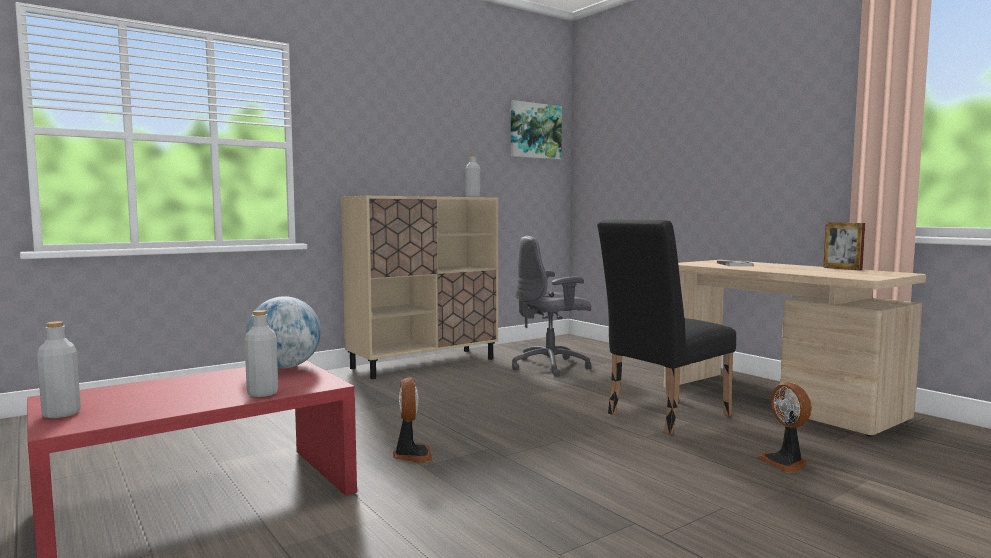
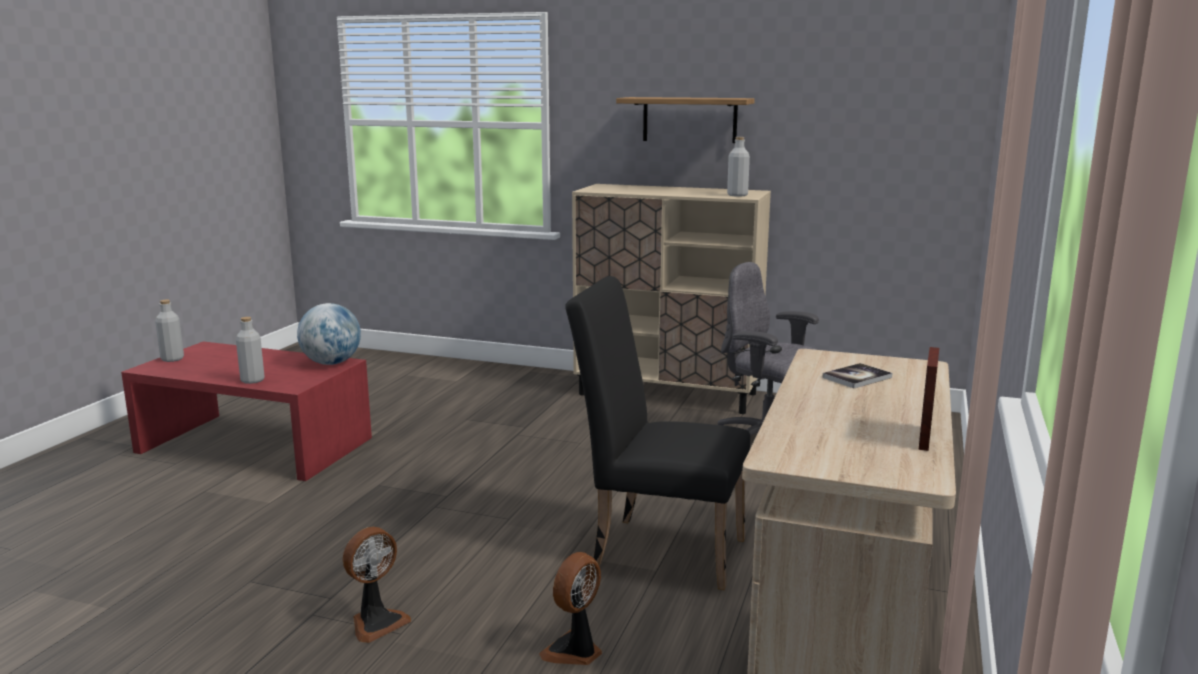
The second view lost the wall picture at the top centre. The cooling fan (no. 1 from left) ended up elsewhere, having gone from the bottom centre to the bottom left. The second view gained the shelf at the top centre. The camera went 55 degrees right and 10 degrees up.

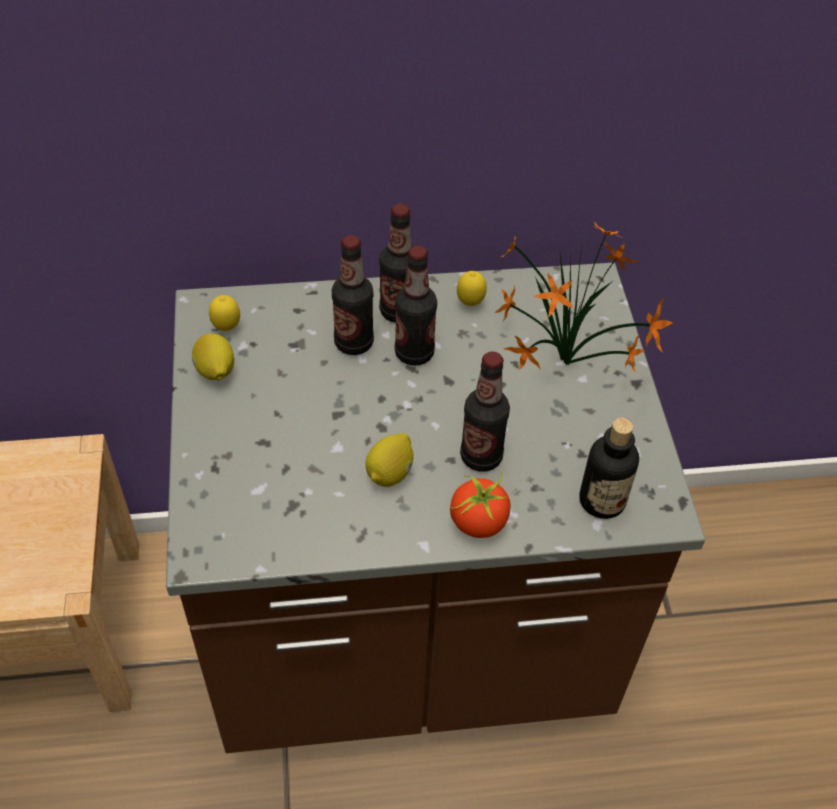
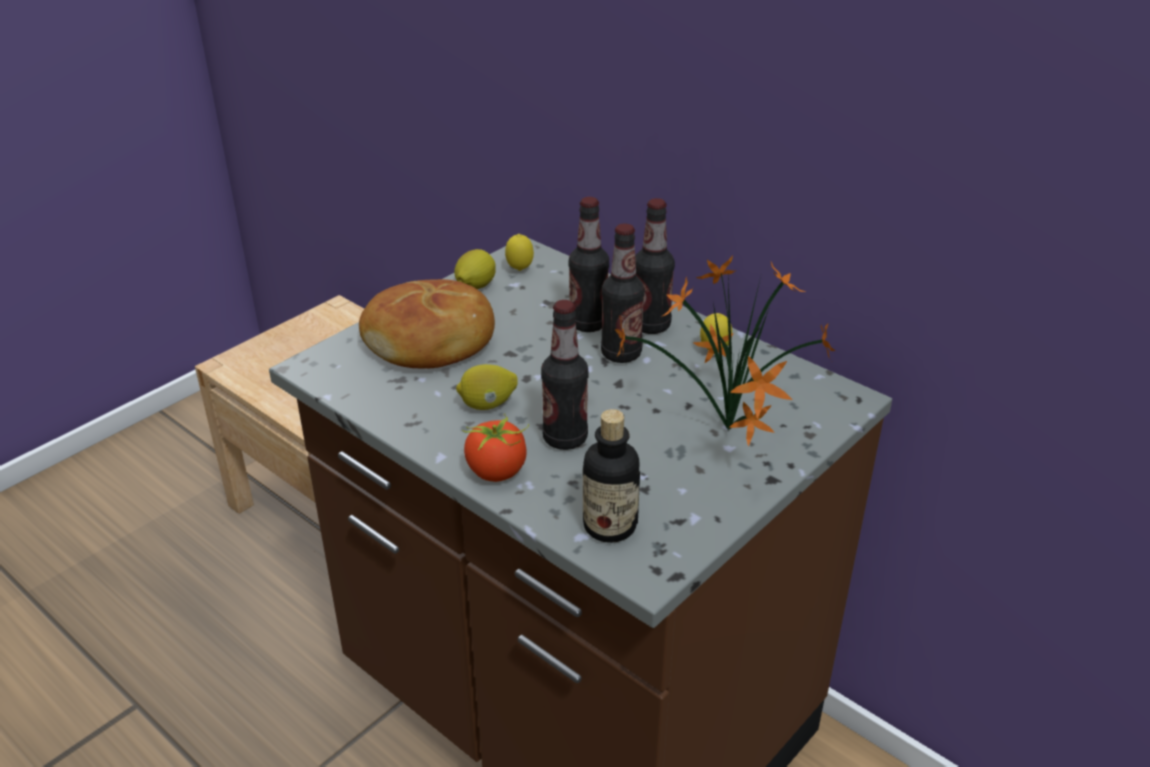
The second view gained the bakery bread at the centre. The camera went 50 degrees right and 15 degrees down.

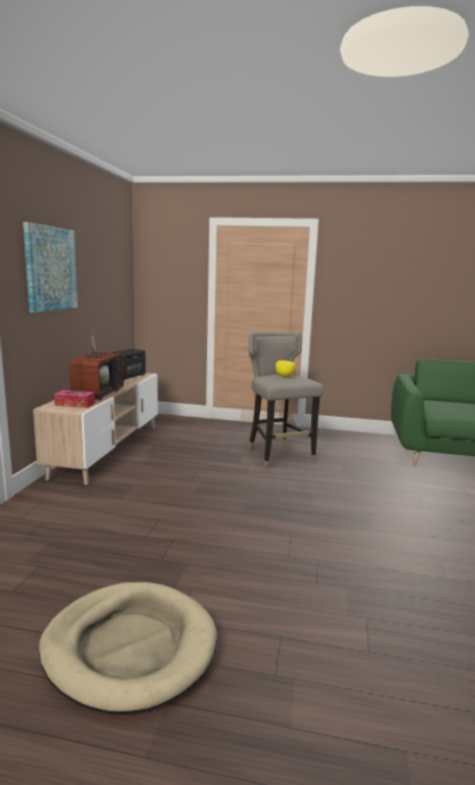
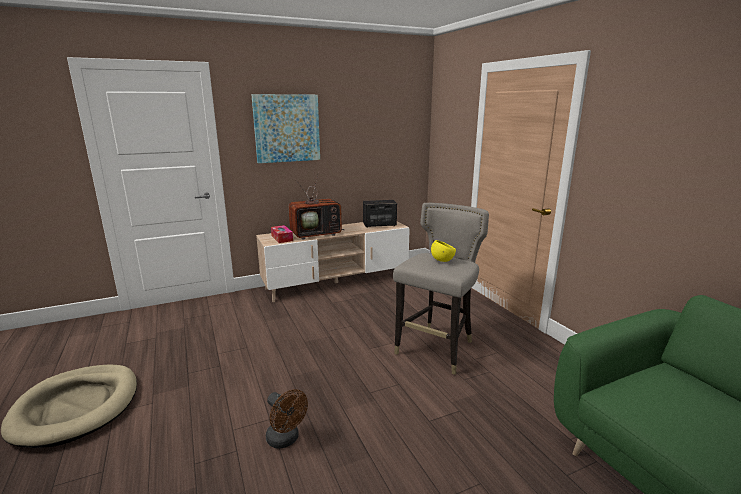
The second view gained the cooling fan in brown-coloured at the bottom centre. The camera went 55 degrees right and 5 degrees up.

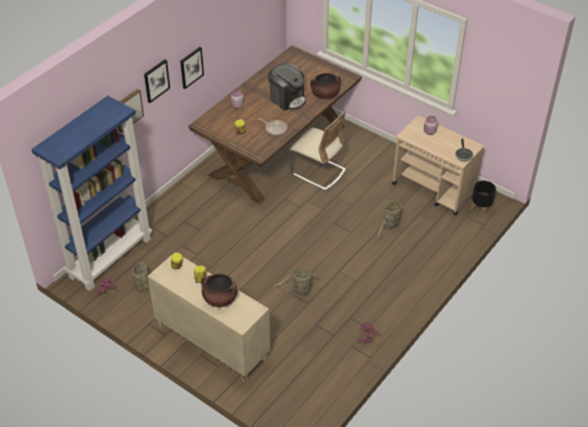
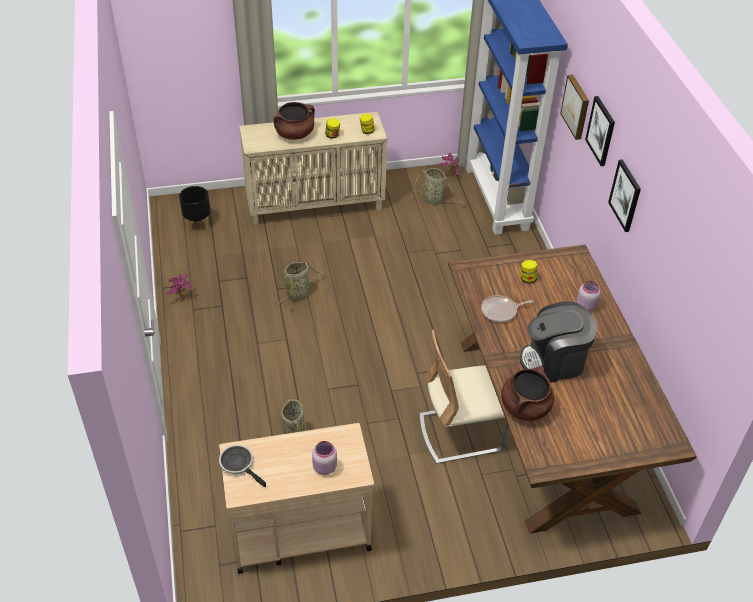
The plant pot in blackish ended up elsewhere, having gone from the middle right to the middle left. The camera went 130 degrees right and 0 degrees up.

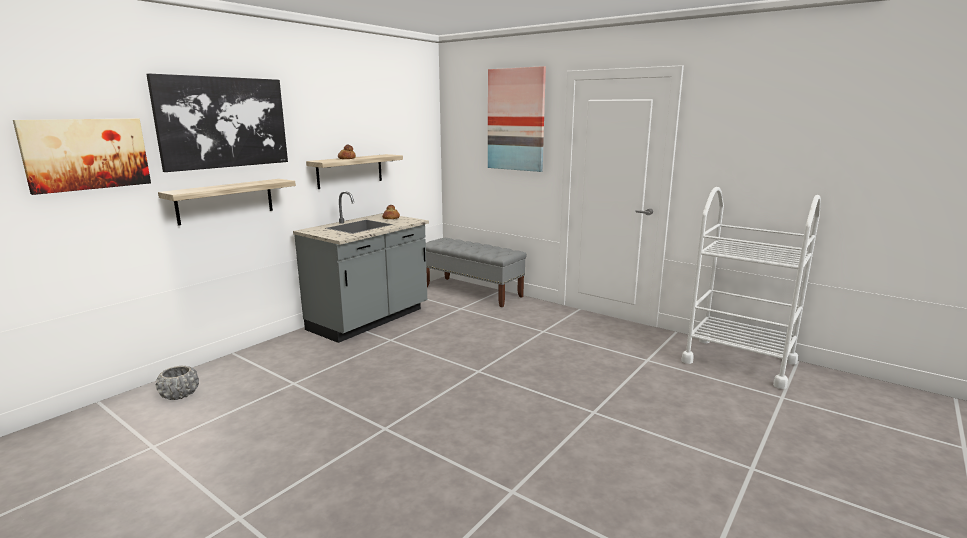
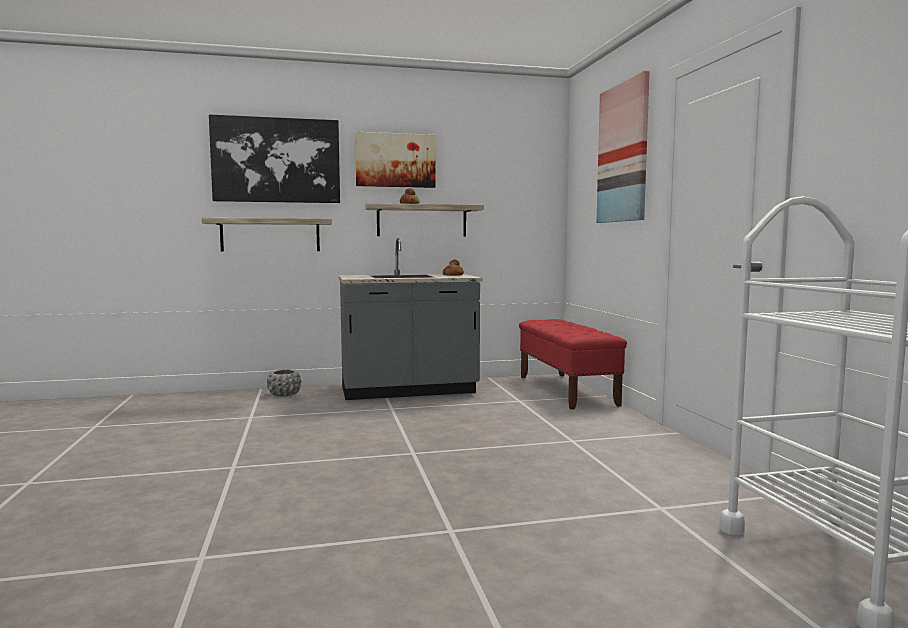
The wall picture (no. 1 from left in the first image) ended up elsewhere, having gone from the top left to the top centre. What was the bench in greyish at the centre turned into the bench in reddish at the centre. The plant pot in greyish ended up elsewhere, having gone from the bottom left to the middle left. The camera went 40 degrees right and 10 degrees down.

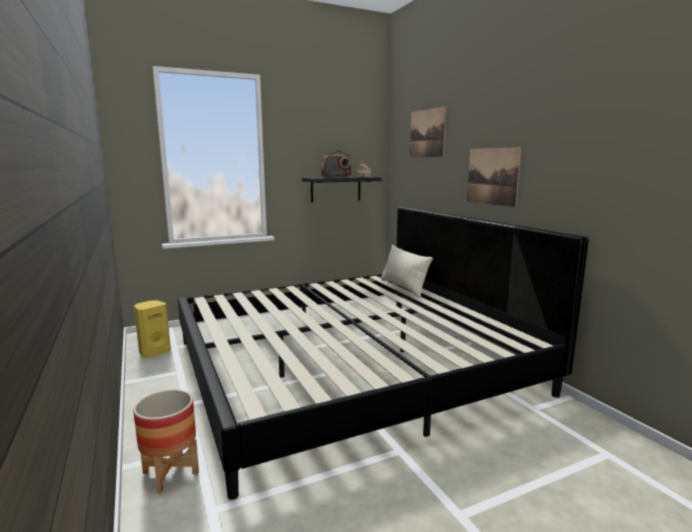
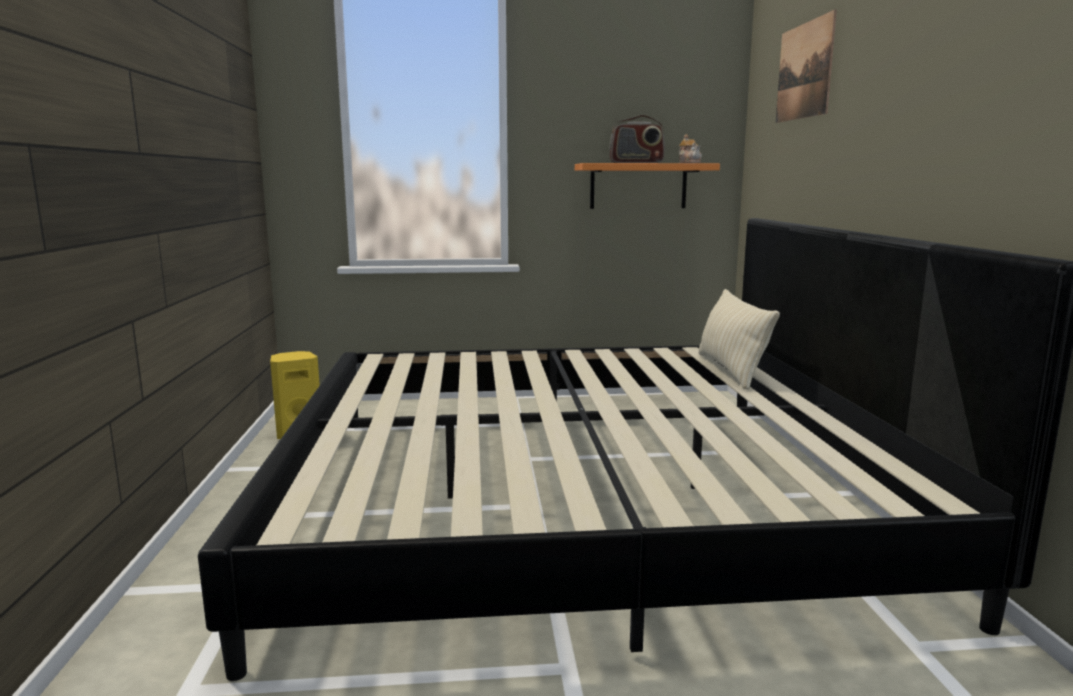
The second view lost the wall picture (no. 2 from left) at the top right. What was the shelf in blackish at the centre turned into the shelf in orange-coloured at the top centre. The second view lost the plant pot at the bottom left. The camera went 20 degrees right and 0 degrees up.

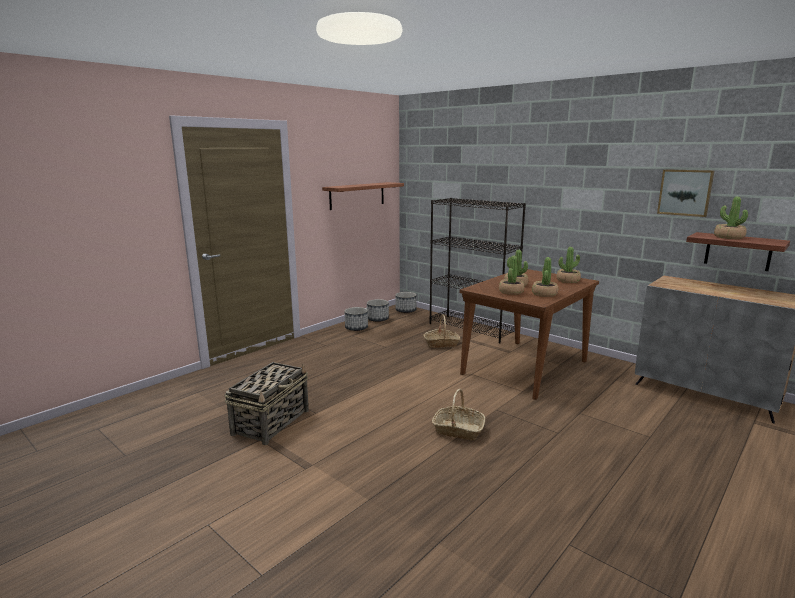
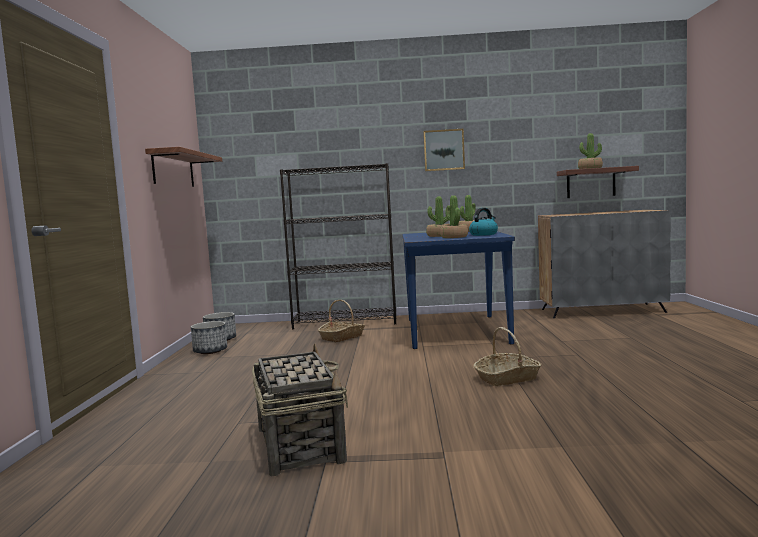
The wall picture ended up elsewhere, having gone from the top right to the top centre. Where the houseplant (no. 3 from left) stood at the middle right, the kettle came to stand at the centre. What was the dining table in brown-coloured at the centre turned into the dining table in blue at the centre. The second view lost the plant pot (no. 3 from left) at the centre. The camera went 40 degrees left and 10 degrees down.

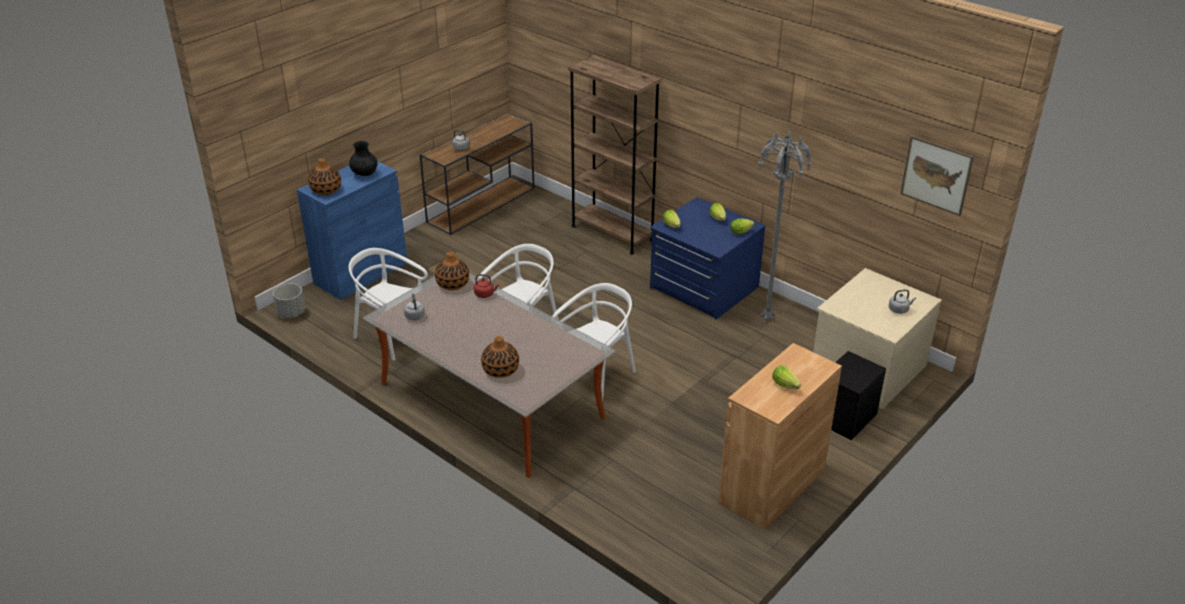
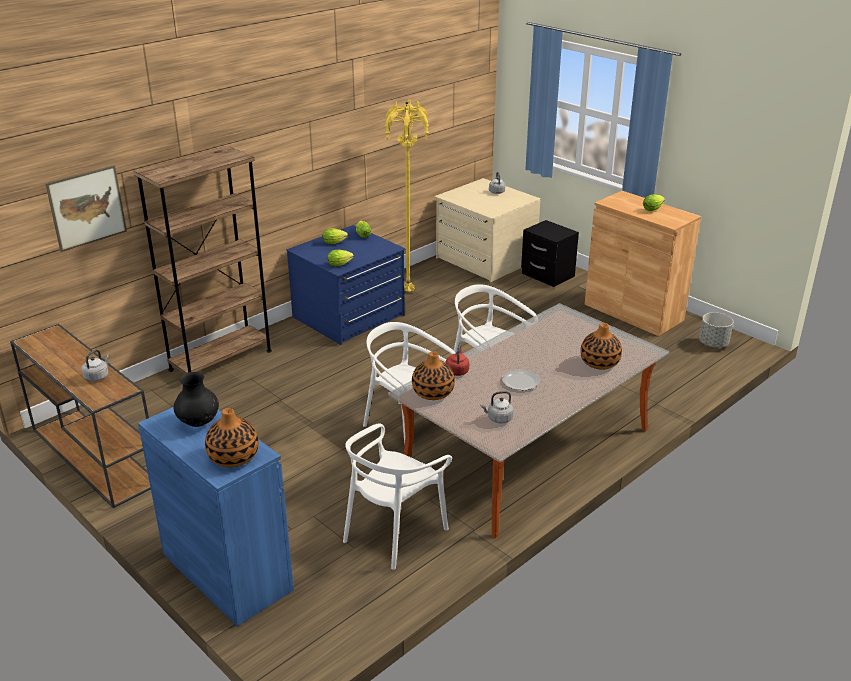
What was the standard lamp in greyish at the centre turned into the standard lamp in yellowish at the top centre. The wall picture ended up elsewhere, having gone from the top right to the top left. The plant pot in greyish ended up elsewhere, having gone from the middle left to the middle right. The second view gained the dinner plate at the centre. The camera went 85 degrees left and 5 degrees down.

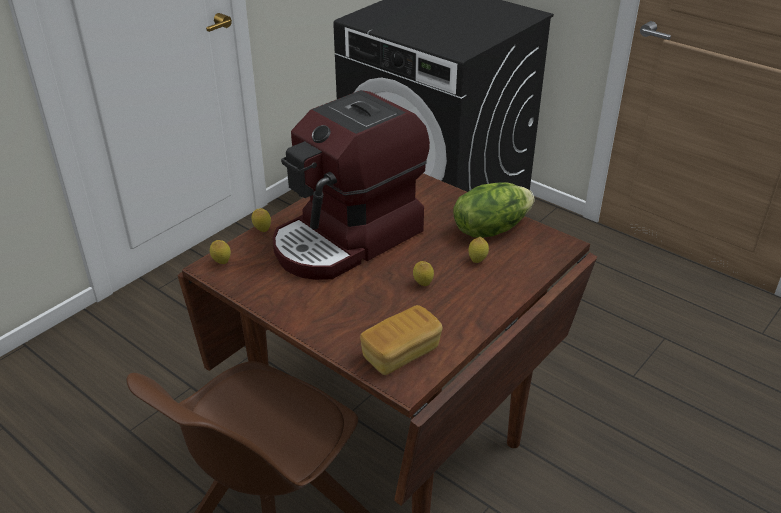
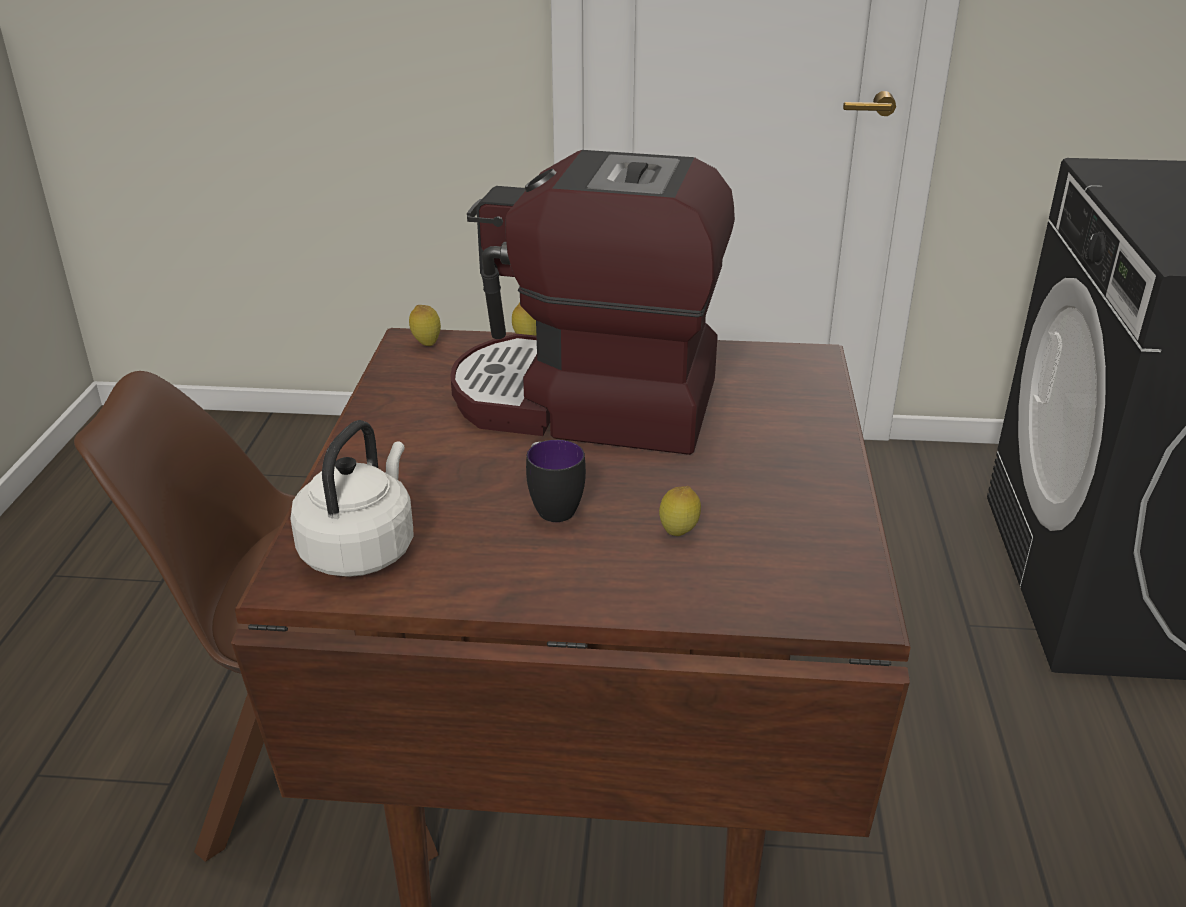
The second view lost the lettuce at the centre. Where the lemon (no. 3 from left) stood at the centre, the tea mug came to stand at the centre. Where the bakery bread stood at the centre, the kettle in white-coloured came to stand at the middle left. The camera went 55 degrees right and 5 degrees down.

